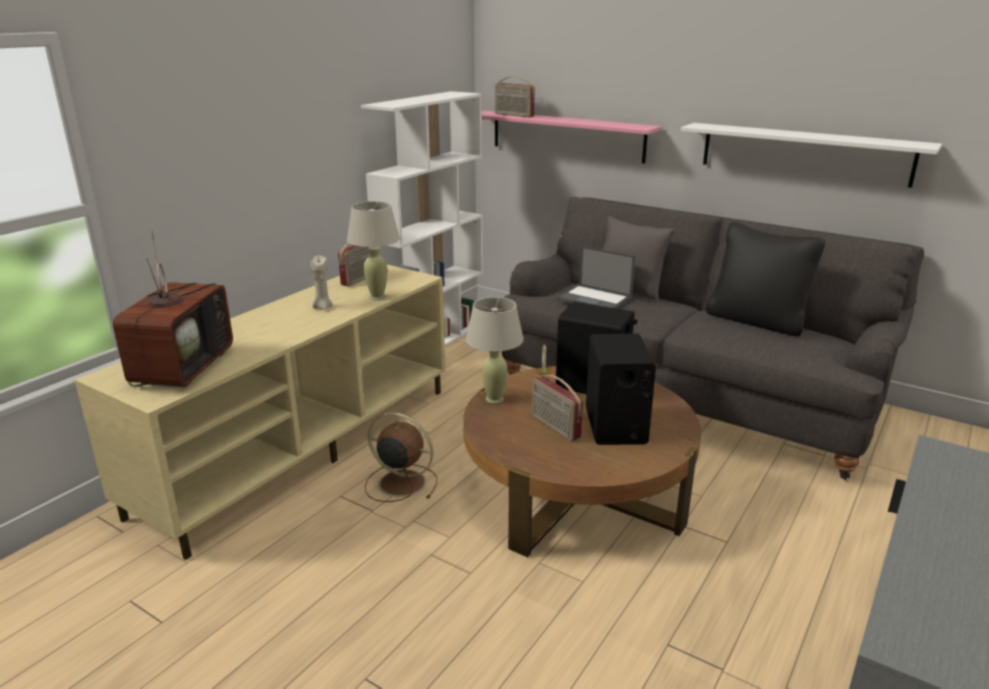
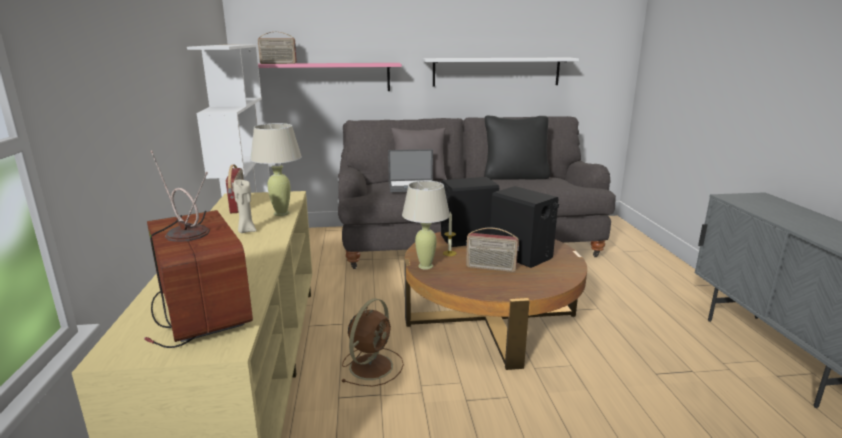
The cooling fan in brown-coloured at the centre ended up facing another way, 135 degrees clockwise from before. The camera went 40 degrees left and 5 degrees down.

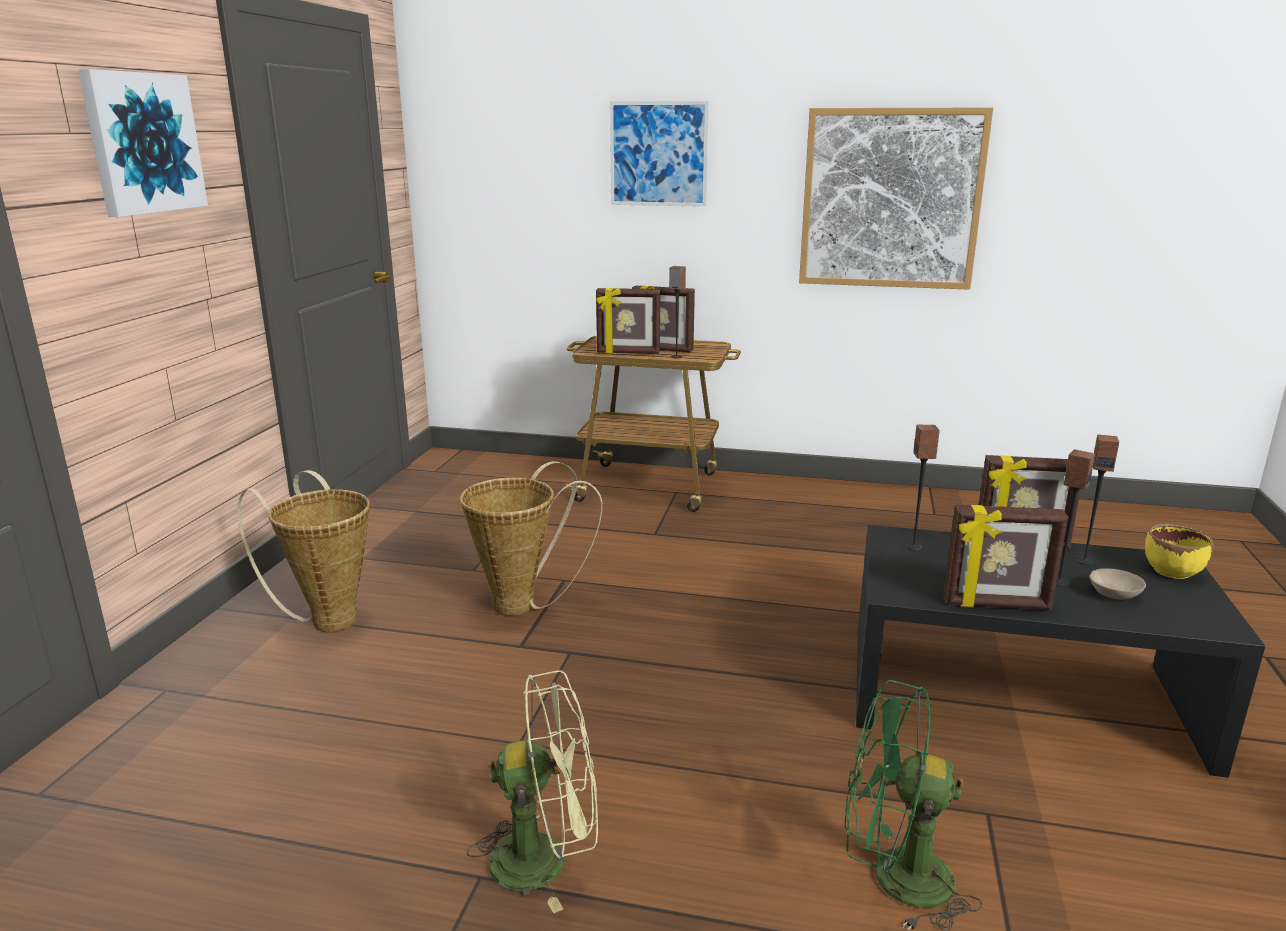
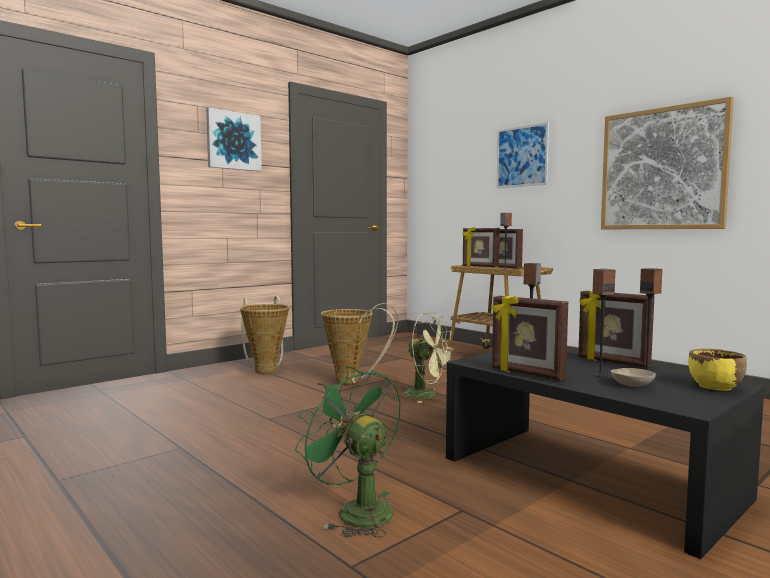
The cooling fan in green (no. 1 from left in the first image) ended up elsewhere, having gone from the bottom centre to the centre. The camera went 35 degrees right and 15 degrees down.

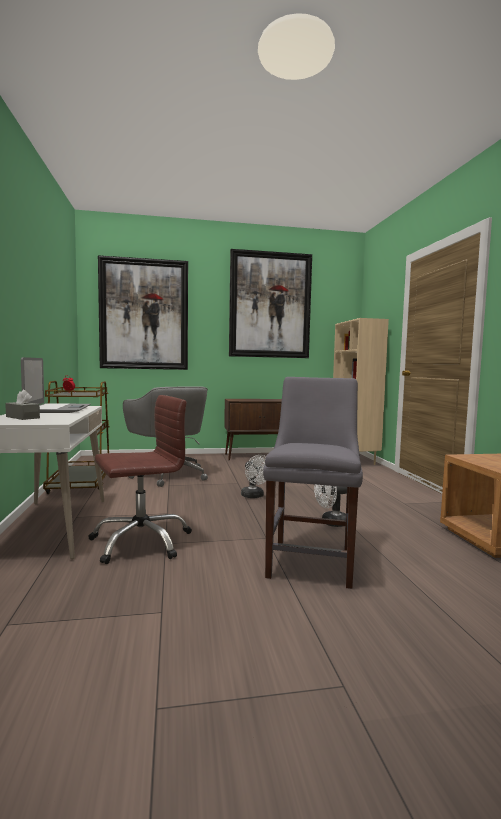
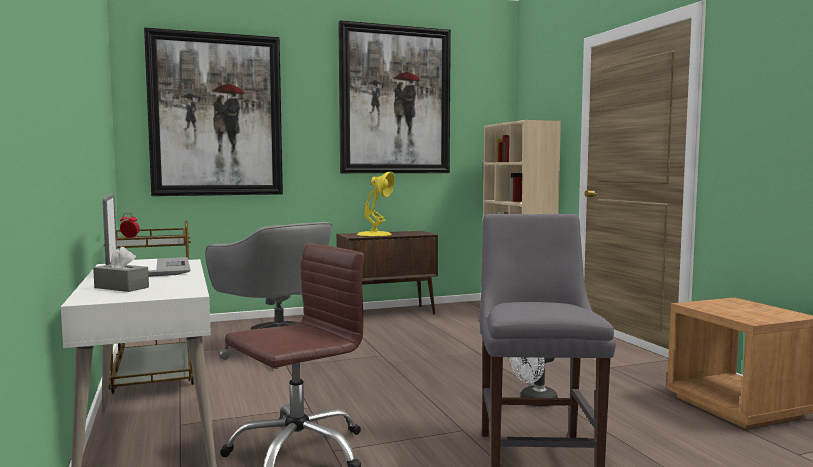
The second view lost the cooling fan in white-coloured (no. 1 from left) at the centre. The second view gained the tabletop lamp in yellowish at the centre. The camera went 10 degrees left and 0 degrees up.

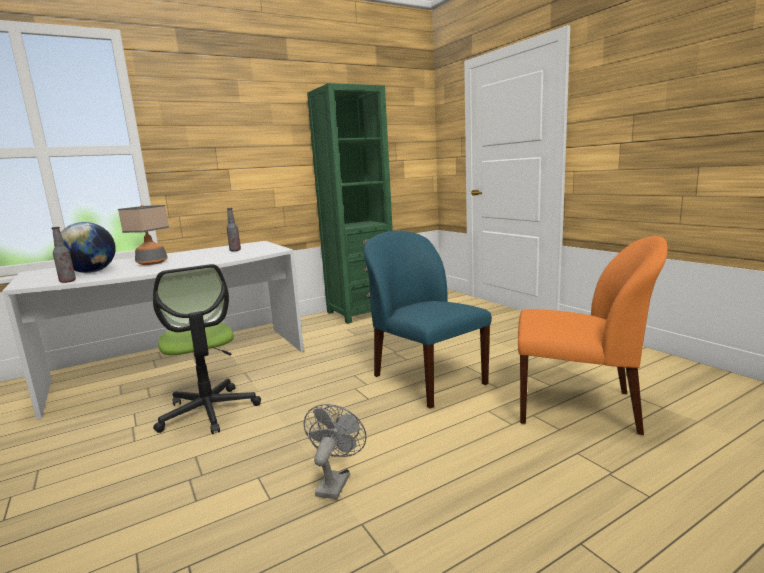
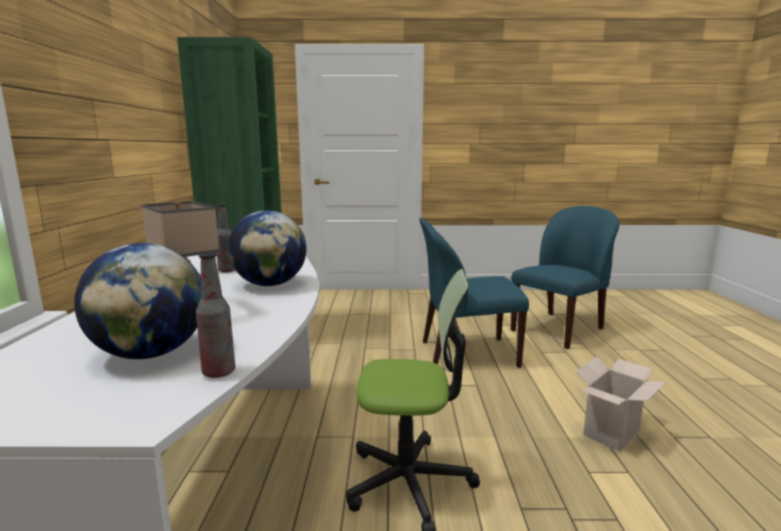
What was the plain chair in orange-coloured at the middle right turned into the plain chair in blue (no. 2 from left) at the middle right. Where the cooling fan in greyish stood at the bottom centre, the cardboard box came to stand at the bottom right. The second view gained the world globe (no. 2 from left) at the centre. The camera went 60 degrees left and 0 degrees up.

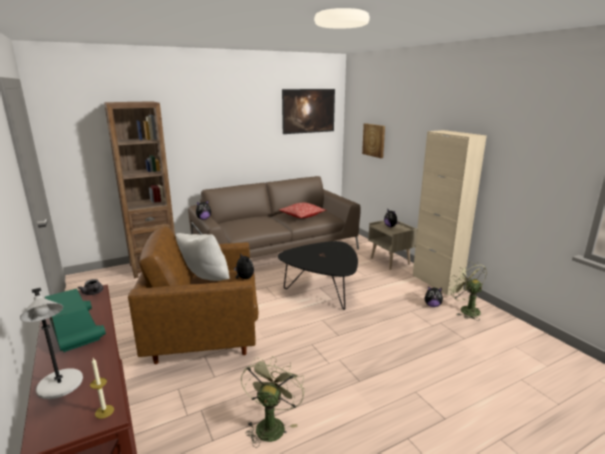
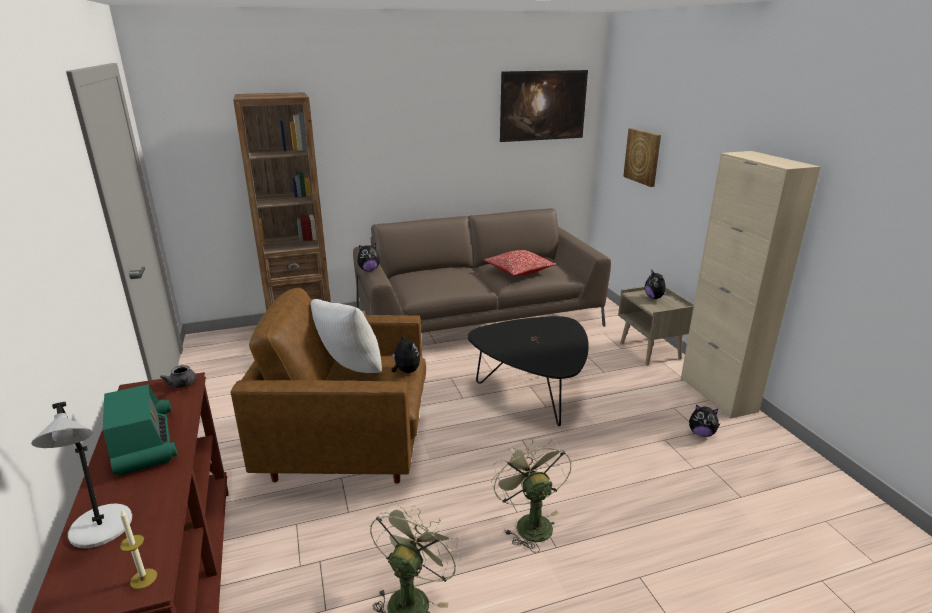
The cooling fan in green (no. 2 from left) ended up elsewhere, having gone from the middle right to the bottom centre. The camera went 10 degrees right and 5 degrees up.

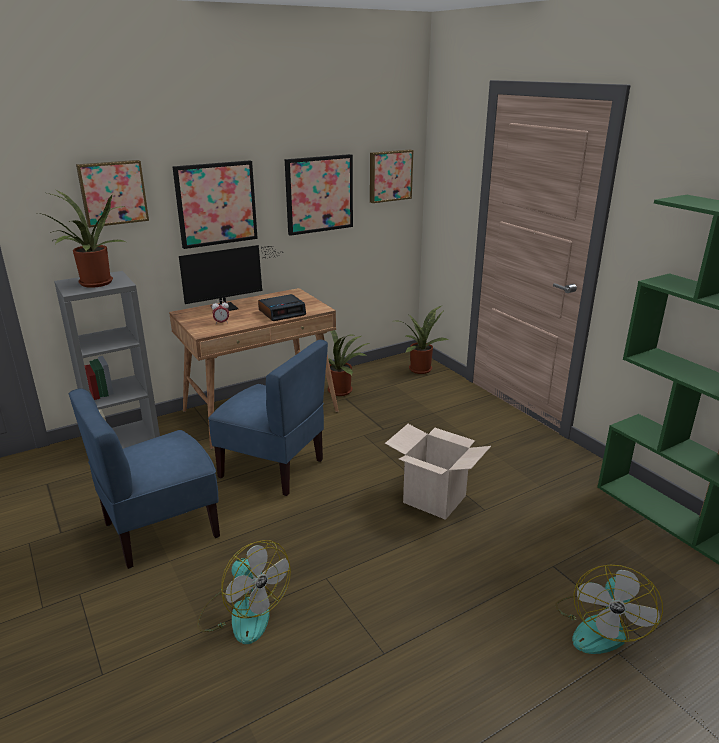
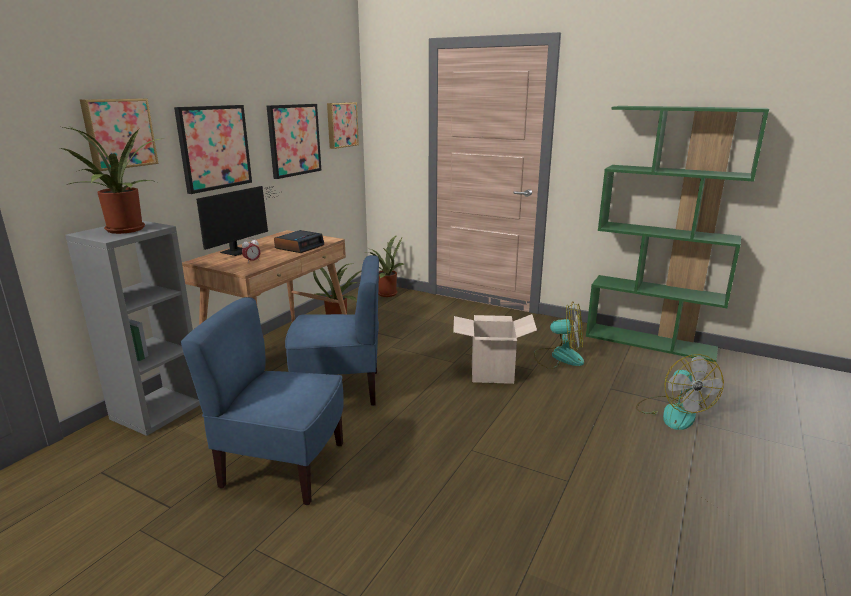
The plain chair in blue (no. 1 from left) at the middle left ended up facing another way, 75 degrees clockwise from before. The cooling fan (no. 1 from left) ended up elsewhere, having gone from the bottom centre to the centre. The camera went 30 degrees left and 5 degrees down.

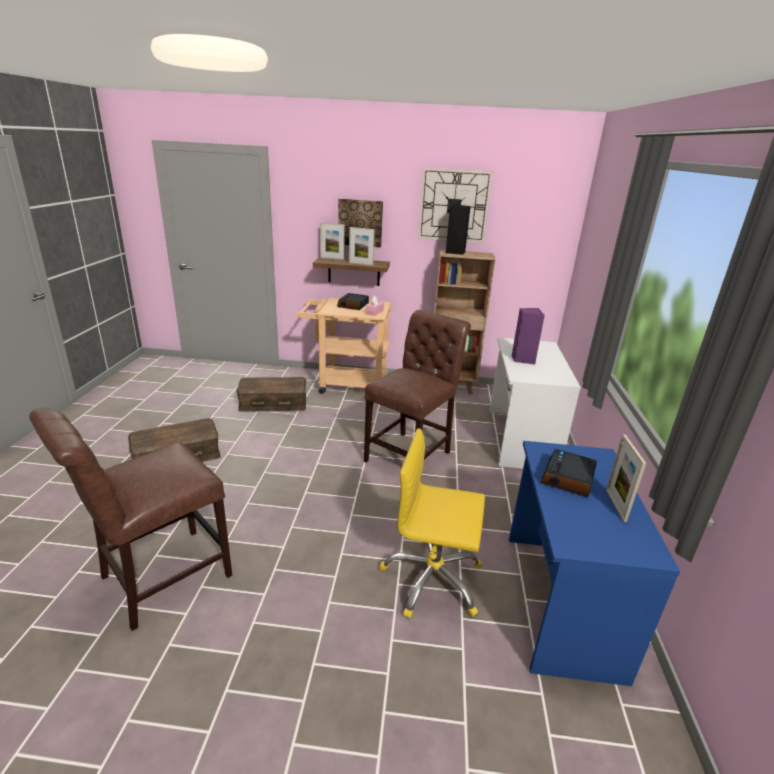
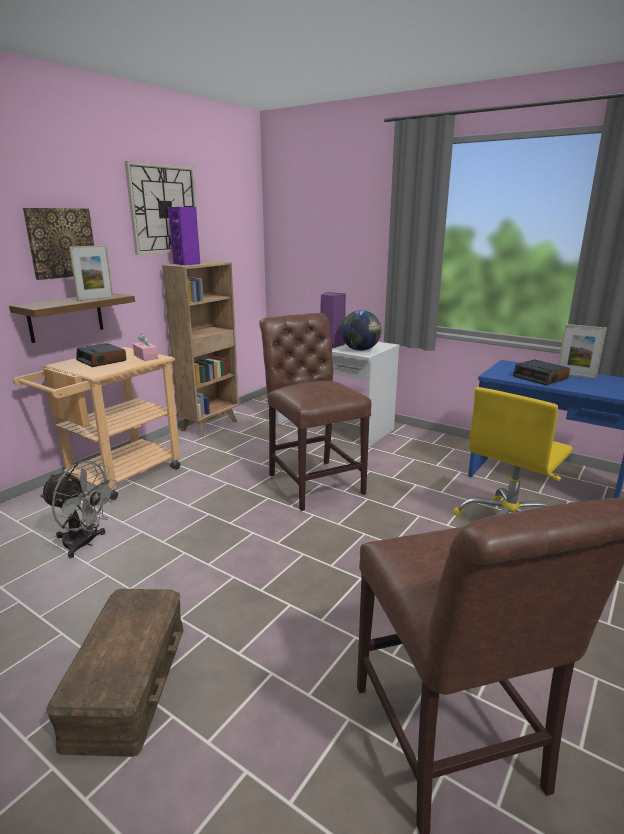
What was the audio speaker in blackish at the top centre turned into the audio speaker in purplish (no. 1 from left) at the top left. The second view lost the standing frame (no. 1 from left) at the top centre. Where the storage container in brown-coloured (no. 2 from left) stood at the centre, the cooling fan in greyish came to stand at the middle left. The second view gained the world globe at the centre. The camera went 60 degrees left and 5 degrees down.

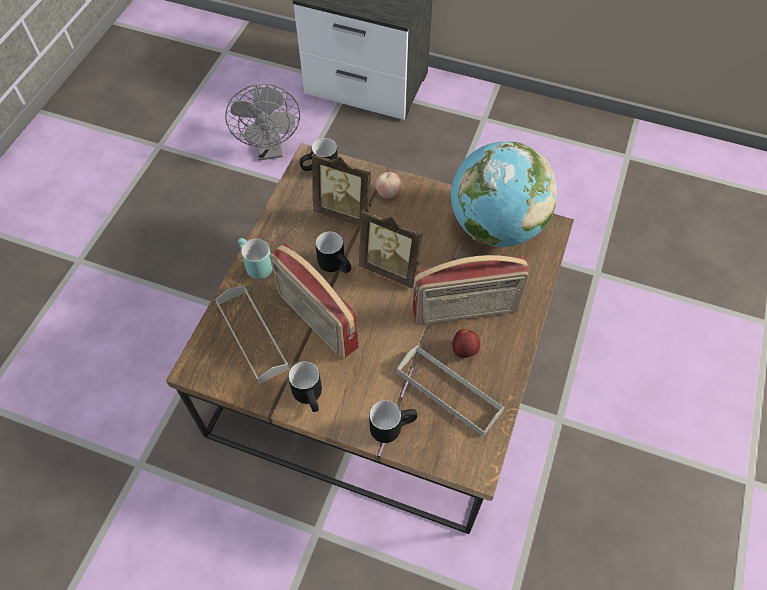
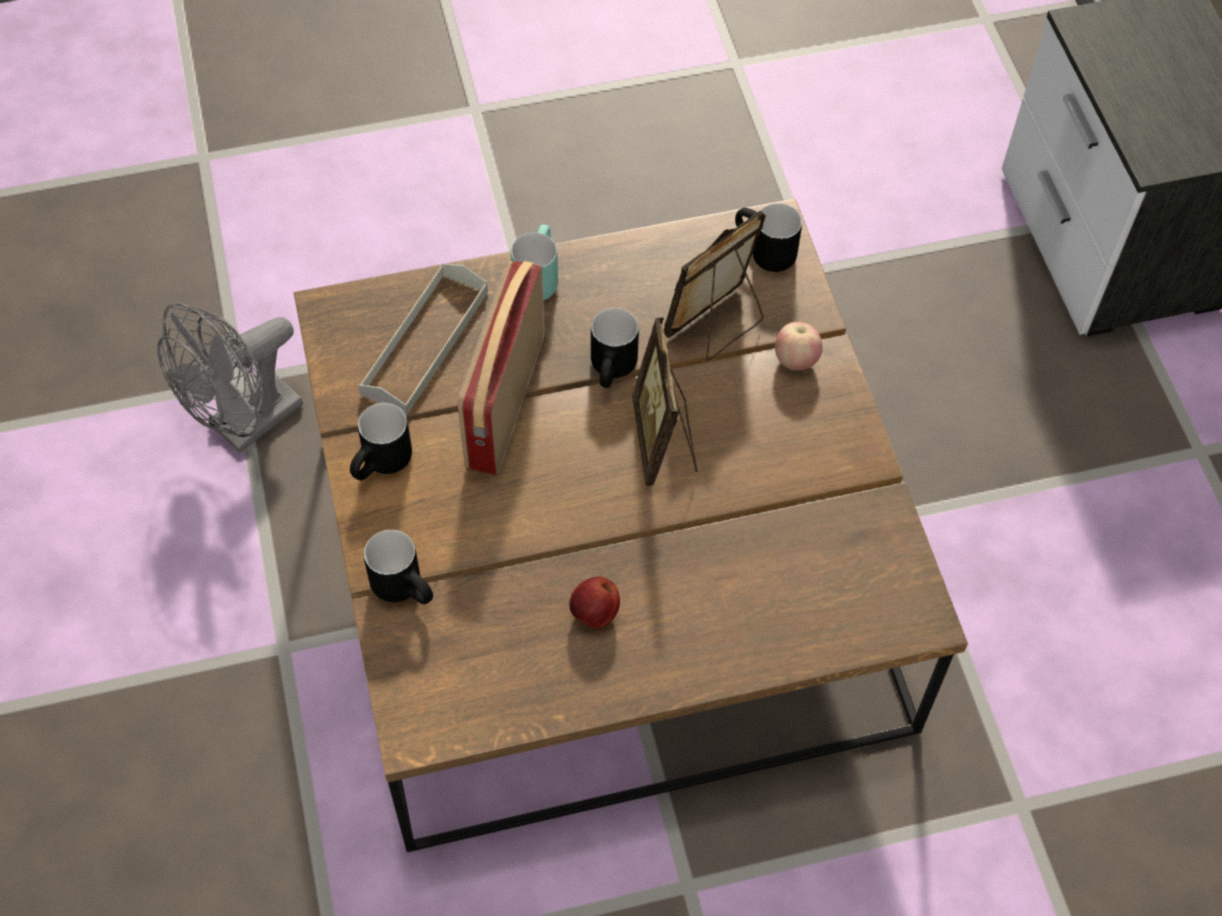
The cooling fan in greyish ended up elsewhere, having gone from the top centre to the middle left. The second view lost the world globe at the top centre. The standing frame (no. 1 from left in the first image) at the top centre ended up facing another way, 60 degrees clockwise from before. The second view lost the radio (no. 2 from left) at the centre. The second view lost the tray in greyish (no. 2 from left) at the centre. The camera went 55 degrees right and 0 degrees up.

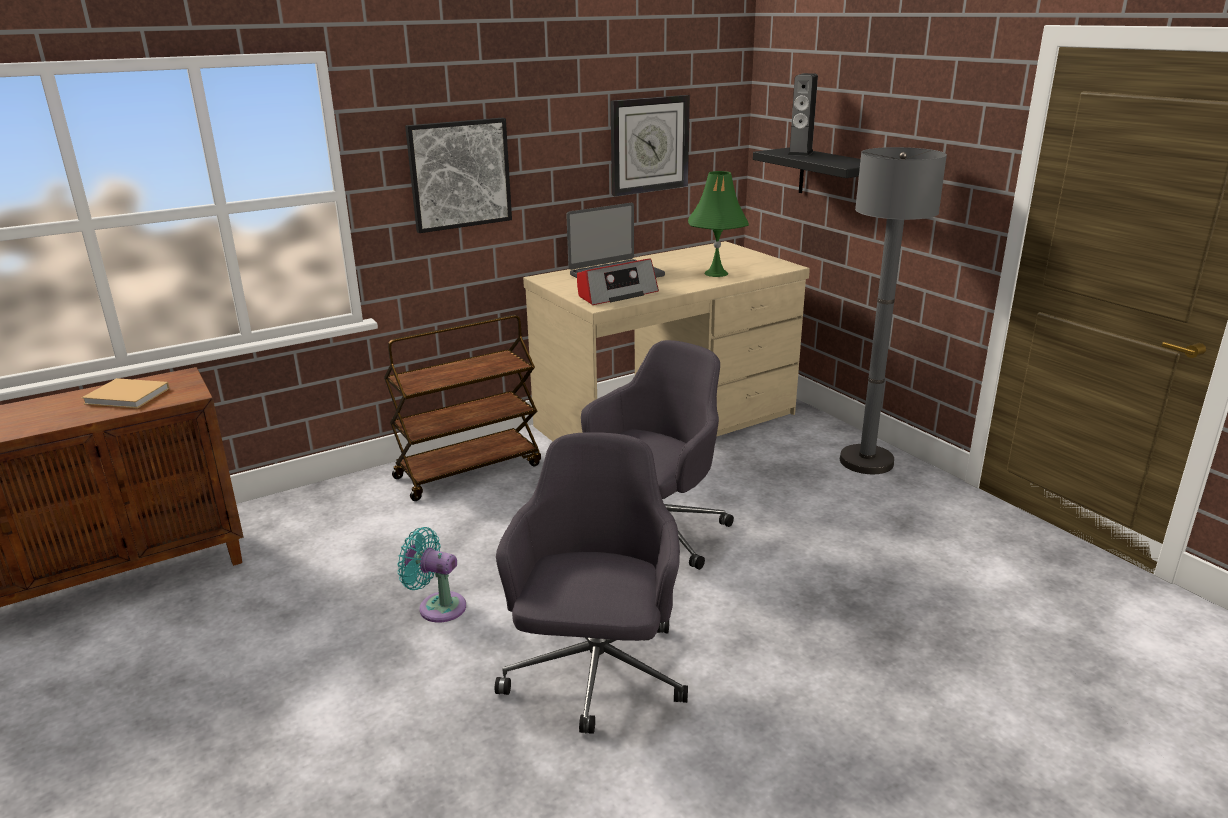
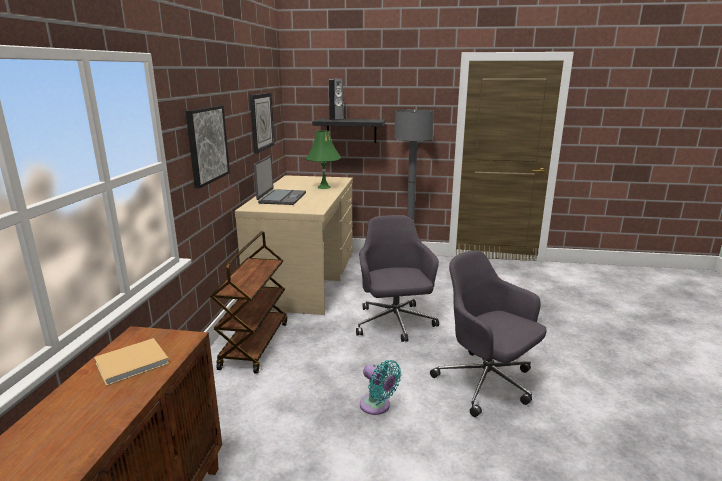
The second view lost the radio at the centre. The cooling fan in turquoise at the bottom centre ended up facing another way, 105 degrees counterclockwise from before. The camera went 50 degrees left and 5 degrees down.

